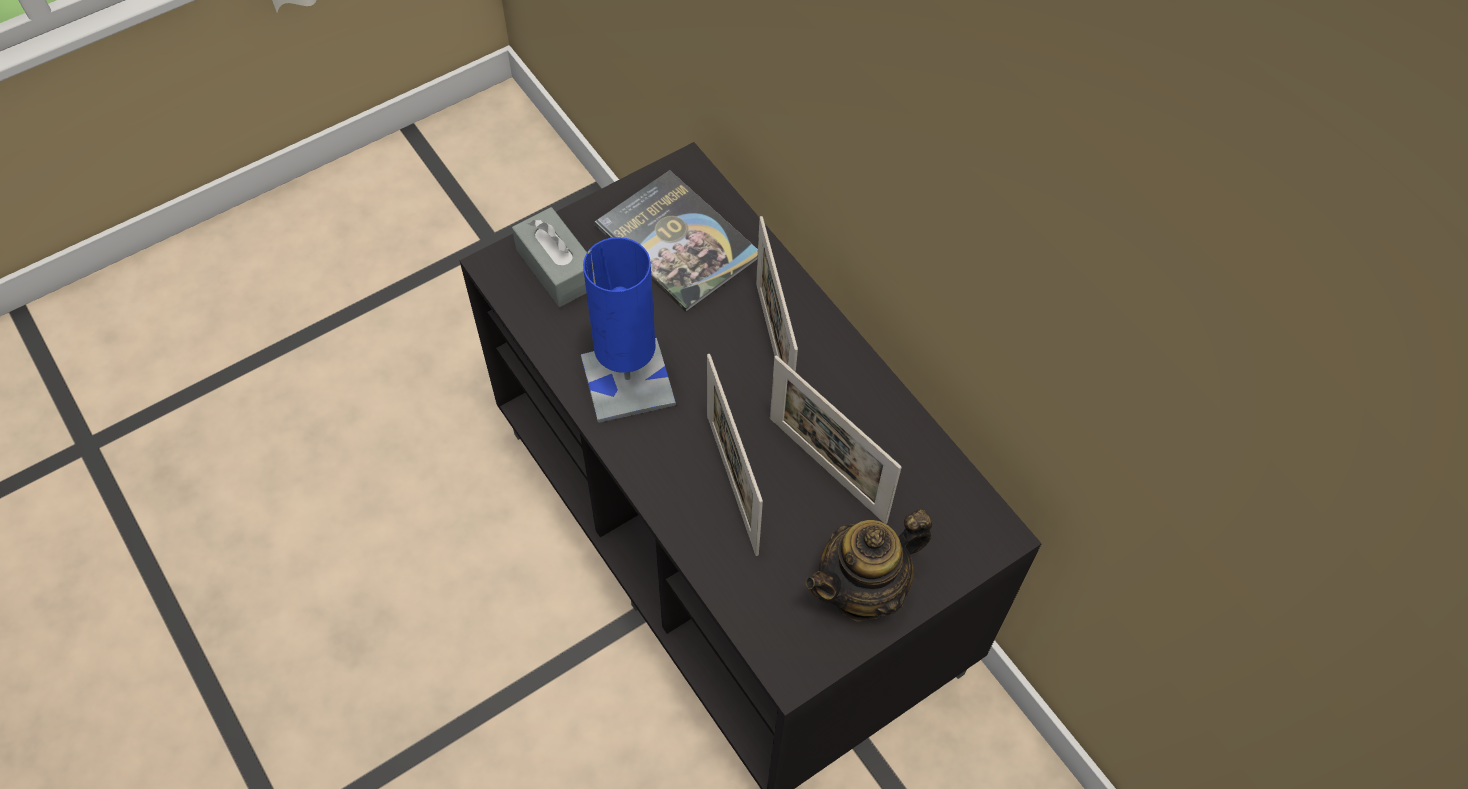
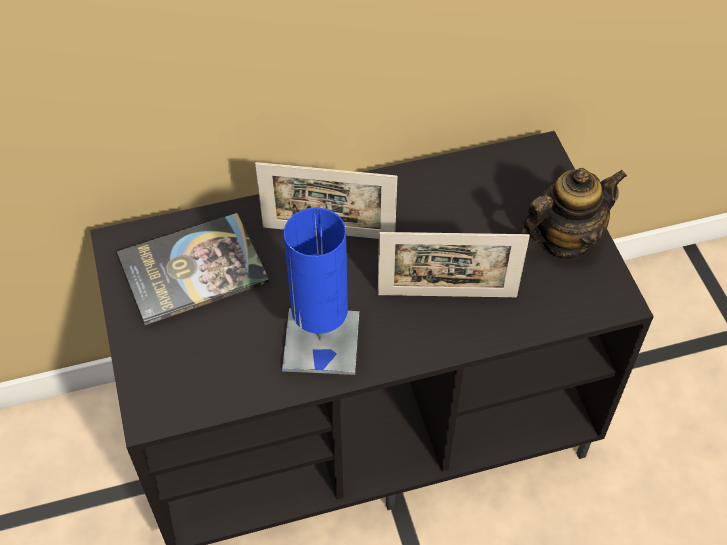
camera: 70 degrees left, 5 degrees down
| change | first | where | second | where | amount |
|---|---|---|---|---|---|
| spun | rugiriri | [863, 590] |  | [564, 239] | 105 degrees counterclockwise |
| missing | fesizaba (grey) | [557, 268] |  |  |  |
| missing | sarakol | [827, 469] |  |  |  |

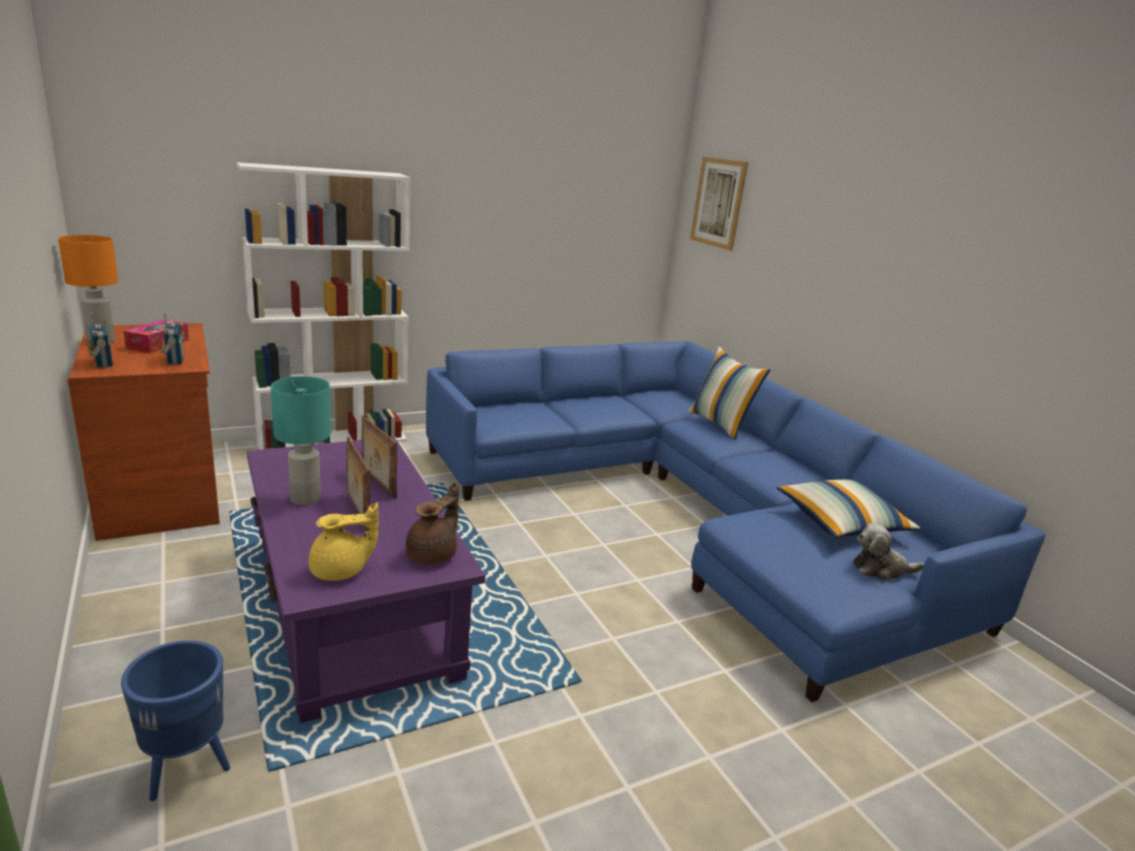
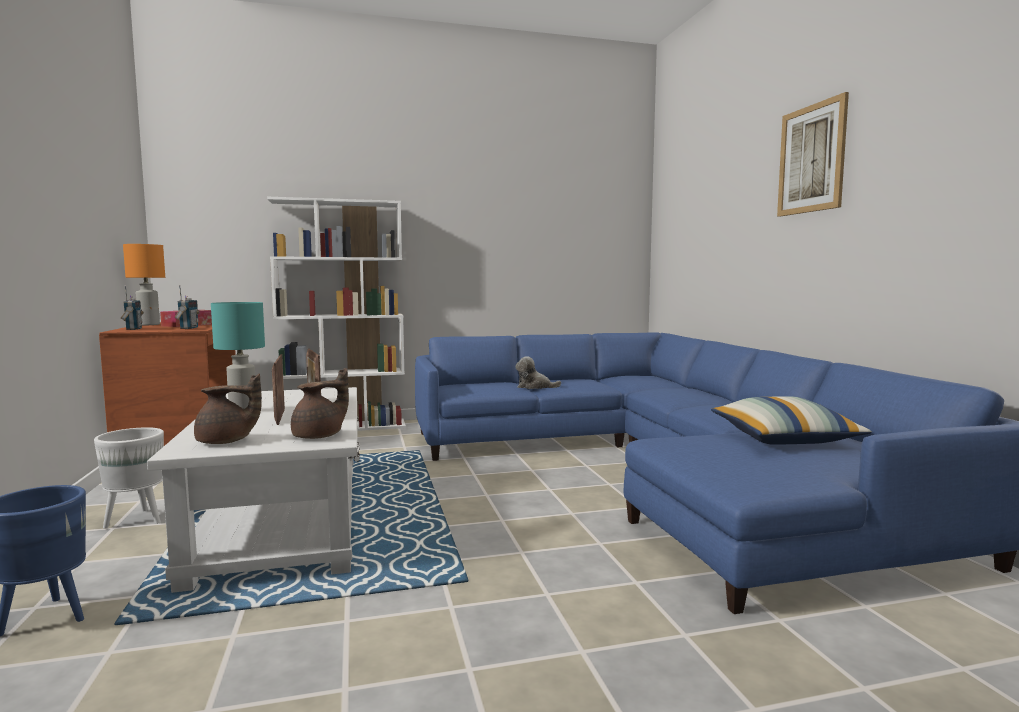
camera: 15 degrees right, 15 degrees down
| change | first | where | second | where | amount |
|---|---|---|---|---|---|
| appeared |  |  | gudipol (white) | [135, 520] |  |
| colour | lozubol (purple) | [352, 606] | lozubol (white) | [282, 520] |  |
| colour | rugiriri (yellow) | [341, 571] | rugiriri (brown) | [226, 442] |  |
| relocated | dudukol | [881, 569] |  | [534, 387] |  |
| relocated | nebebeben | [718, 203] |  | [811, 159] |  |
| missing | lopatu | [720, 424] |  |  |  |

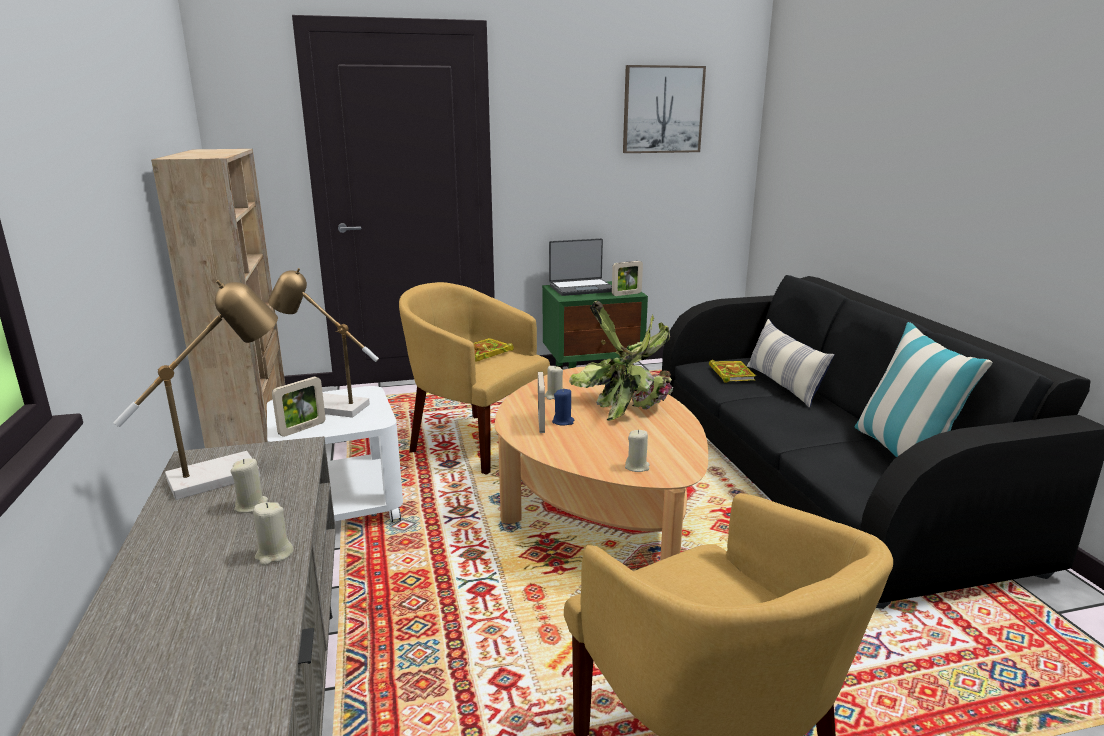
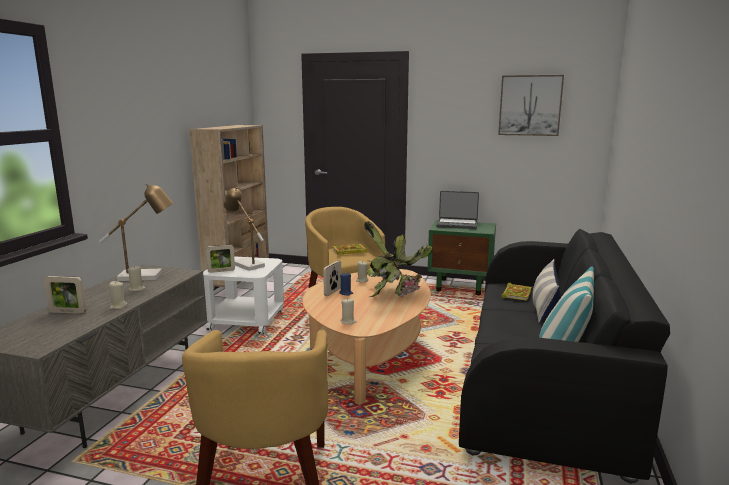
camera: 30 degrees right, 5 degrees down
| change | first | where | second | where | amount |
|---|---|---|---|---|---|
| relocated | sarakol | [626, 294] |  | [68, 312] |  |

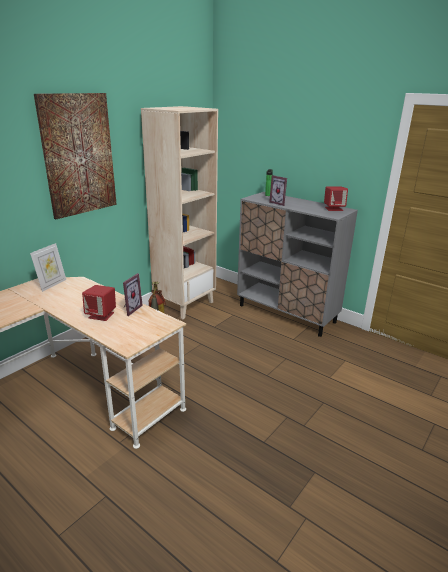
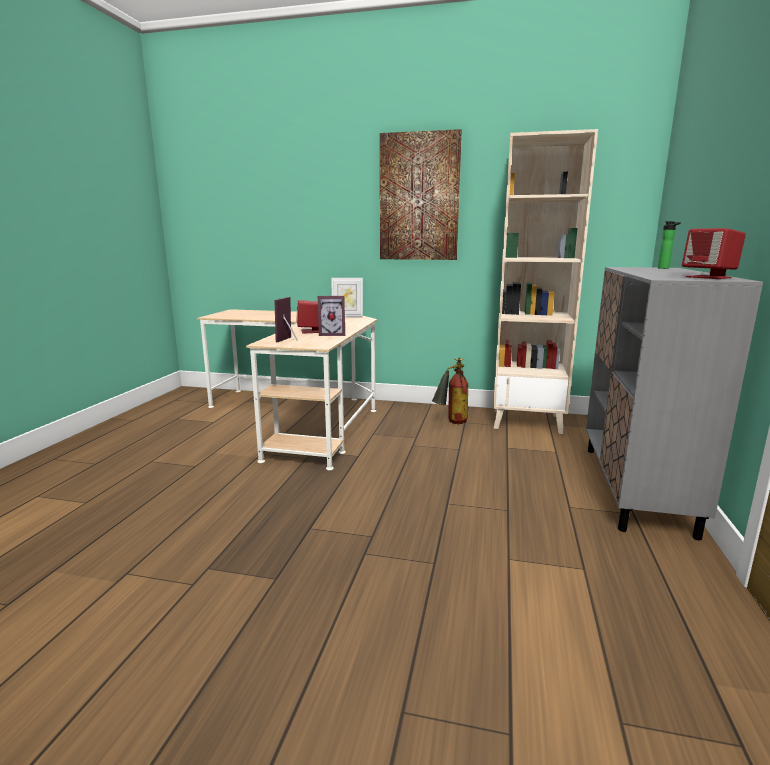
camera: 65 degrees right, 10 degrees down
| change | first | where | second | where | amount |
|---|---|---|---|---|---|
| relocated | sarakol | [279, 203] |  | [289, 340] |  |

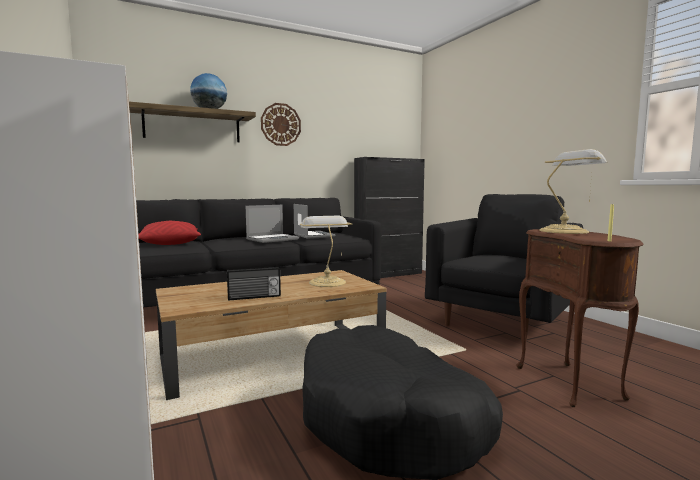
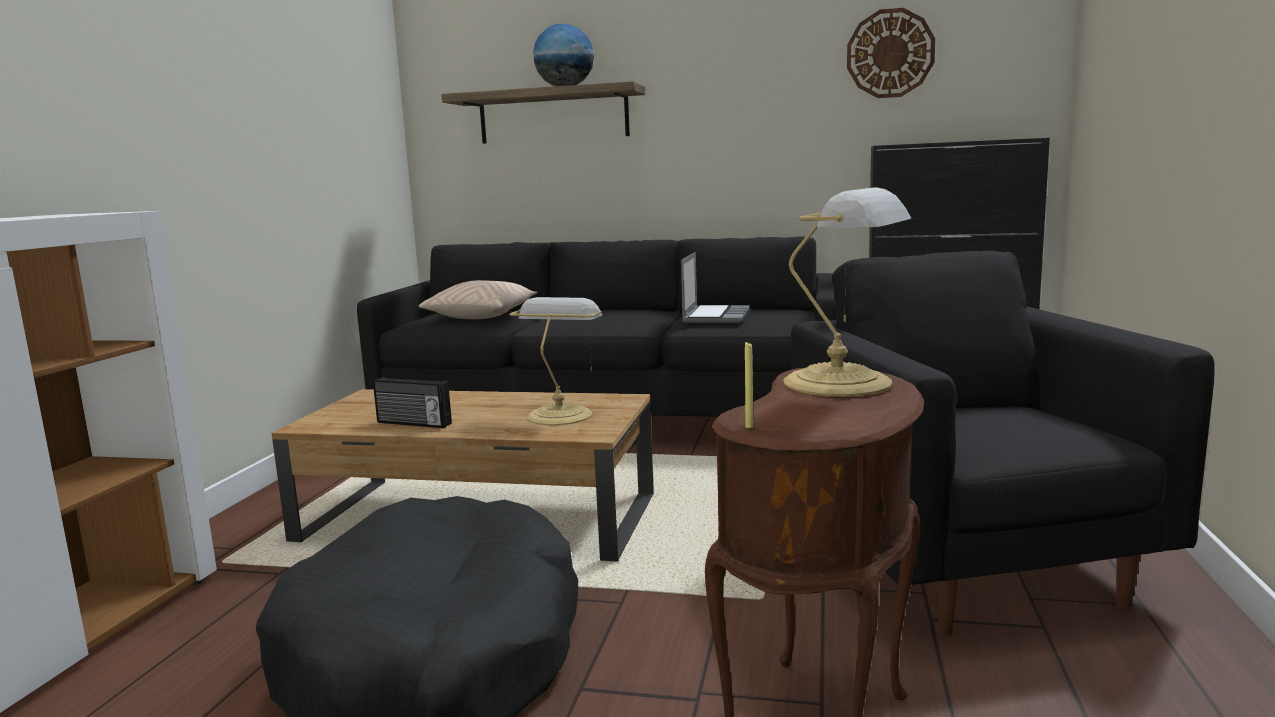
camera: 40 degrees right, 5 degrees up
| change | first | where | second | where | amount |
|---|---|---|---|---|---|
| colour | lopatu (red) | [169, 243] | lopatu (beige) | [481, 316] |  |
| spun | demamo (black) | [500, 321] |  | [970, 566] | 90 degrees counterclockwise |
| relocated | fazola | [280, 124] |  | [890, 53] |  |
| missing | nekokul | [273, 239] |  |  |  |

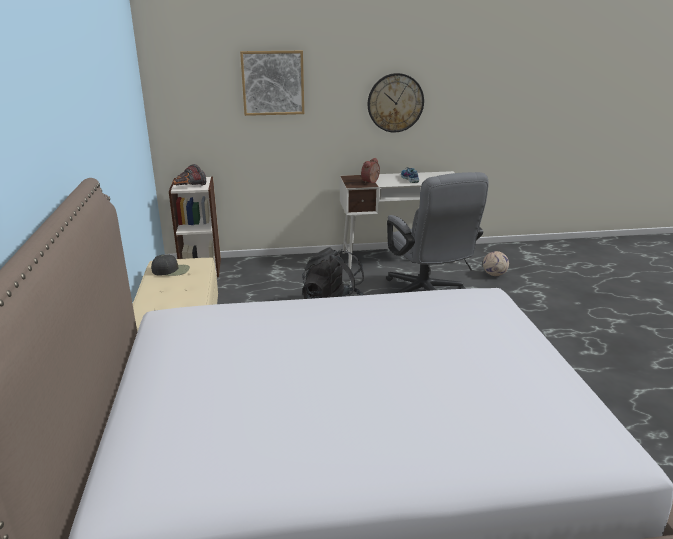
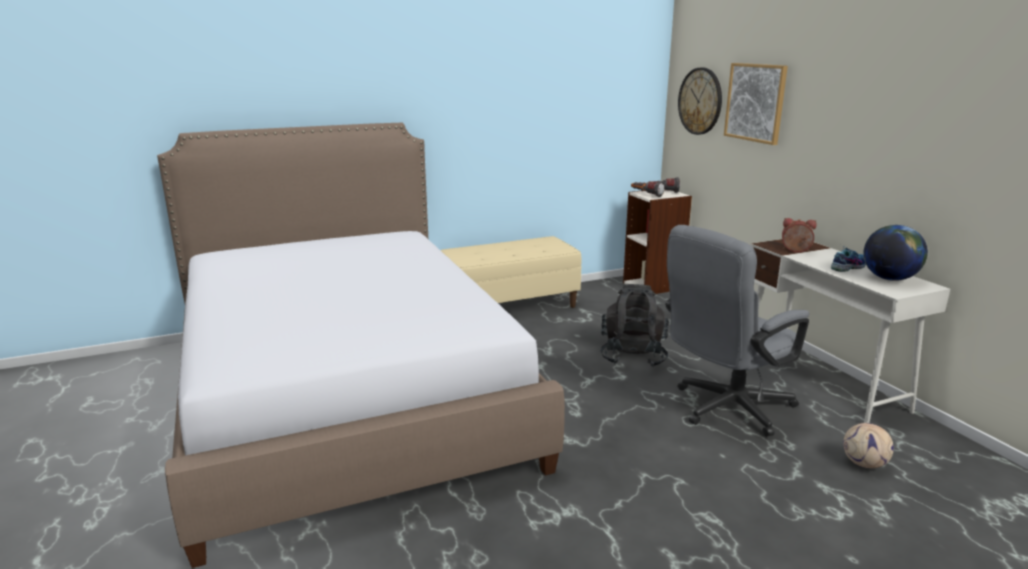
camera: 75 degrees right, 5 degrees down
| change | first | where | second | where | amount |
|---|---|---|---|---|---|
| relocated | fazola | [395, 103] |  | [700, 101] |  |
| appeared |  |  | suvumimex | [889, 278] |  |
| missing | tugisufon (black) | [171, 270] |  |  |  |

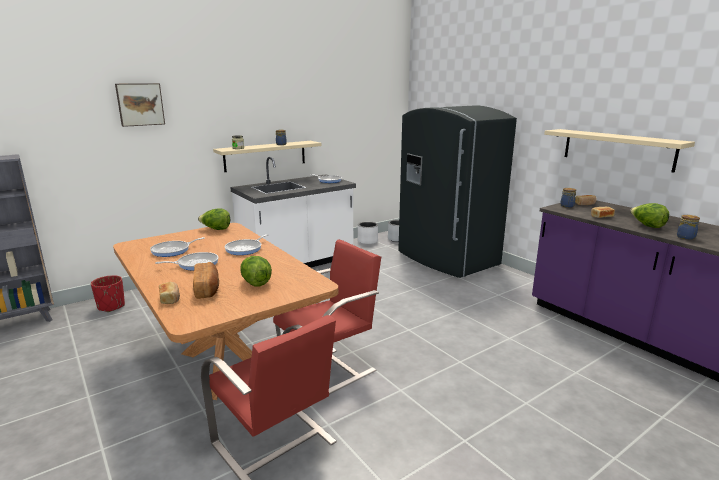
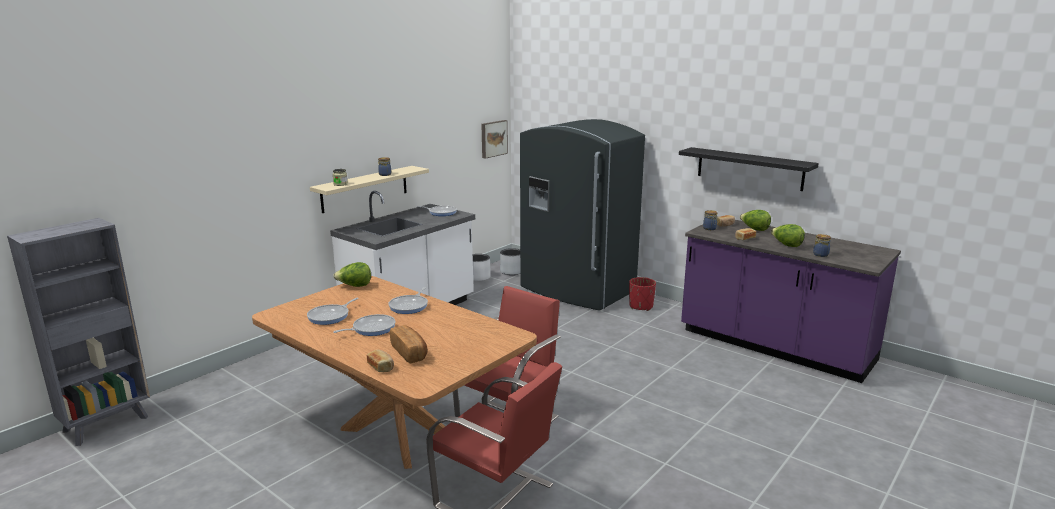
camera: 15 degrees left, 0 degrees up
| change | first | where | second | where | amount |
|---|---|---|---|---|---|
| relocated | nebebeben | [140, 104] |  | [493, 138] |  |
| relocated | gudipol (red) | [111, 306] |  | [641, 306] |  |
| colour | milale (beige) | [617, 149] | milale (black) | [749, 168] |  |
| relocated | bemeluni | [255, 282] |  | [754, 229] |  |

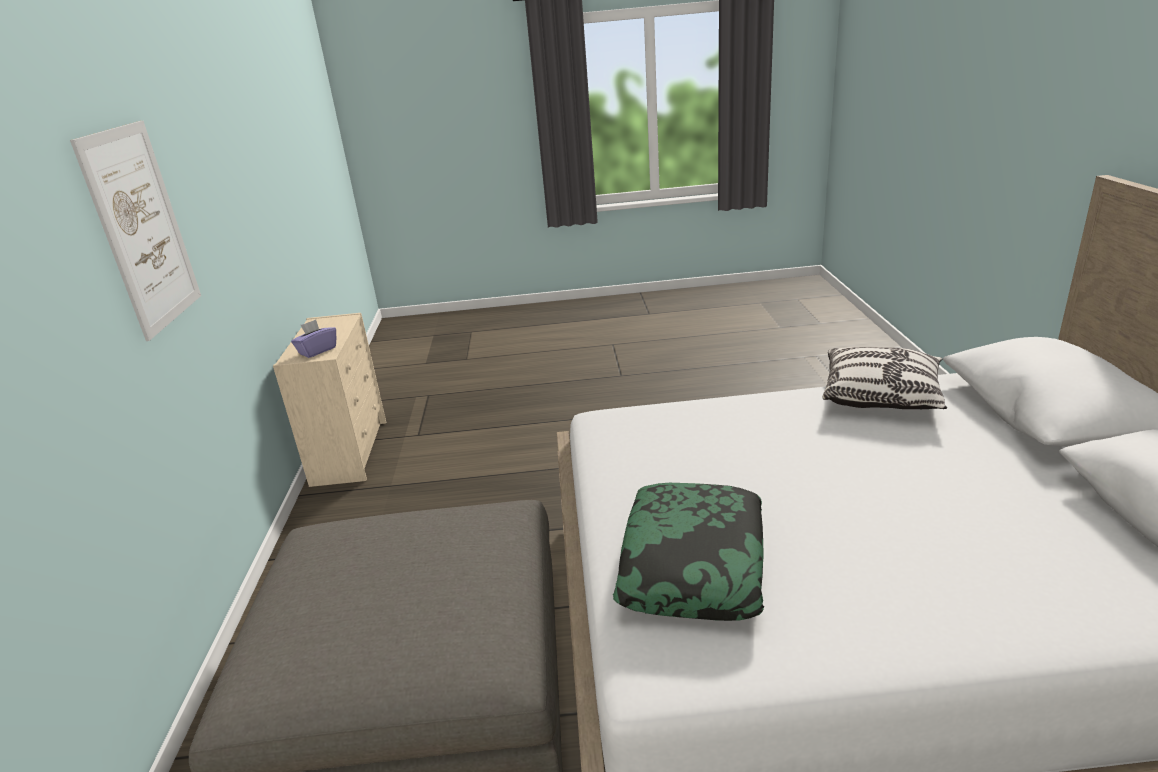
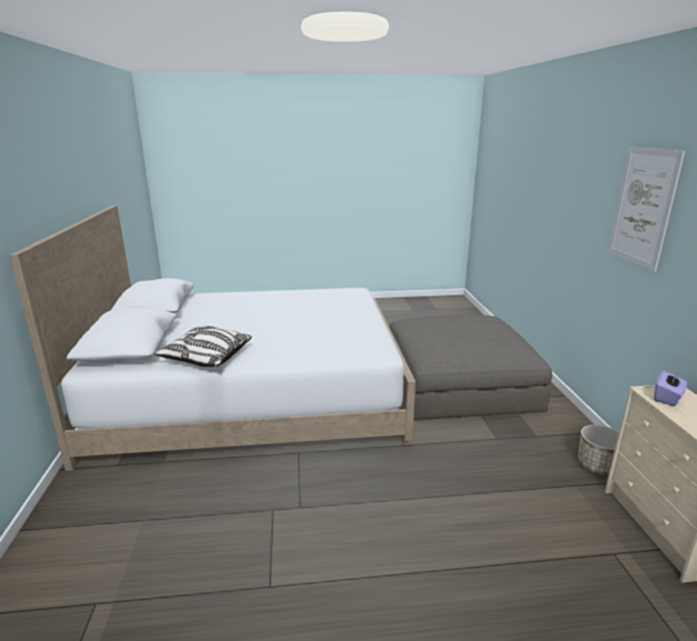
camera: 175 degrees right, 5 degrees down
| change | first | where | second | where | amount |
|---|---|---|---|---|---|
| appeared |  |  | gudipol | [597, 465] |  |
| missing | lopatu | [693, 564] |  |  |  |

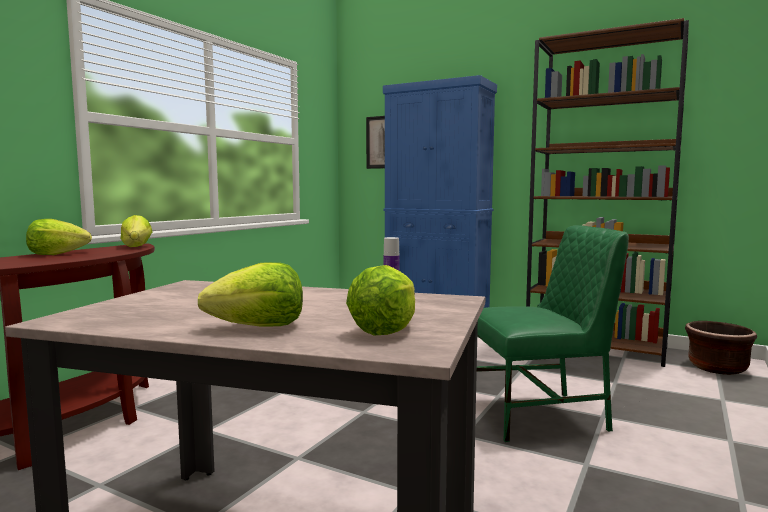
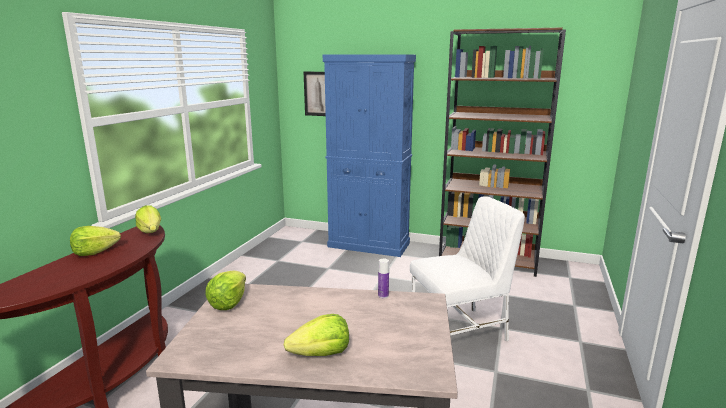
camera: 10 degrees left, 10 degrees up
| change | first | where | second | where | amount |
|---|---|---|---|---|---|
| relocated | bemeluni | [386, 329] |  | [228, 303] |  |
| colour | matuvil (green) | [540, 415] | matuvil (white) | [460, 330] |  |
| missing | gudipol (brown) | [717, 368] |  |  |  |

